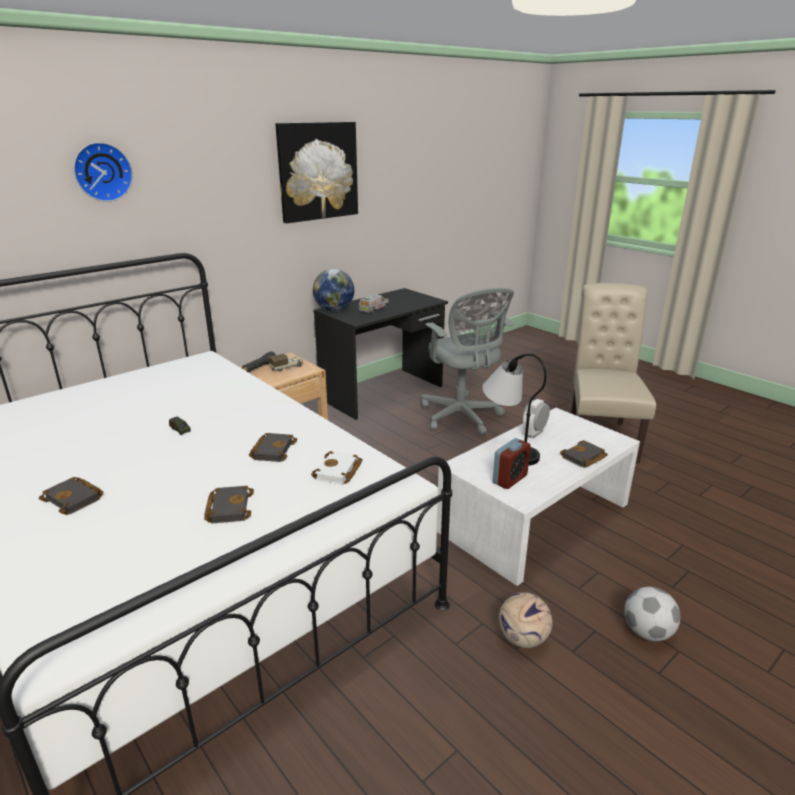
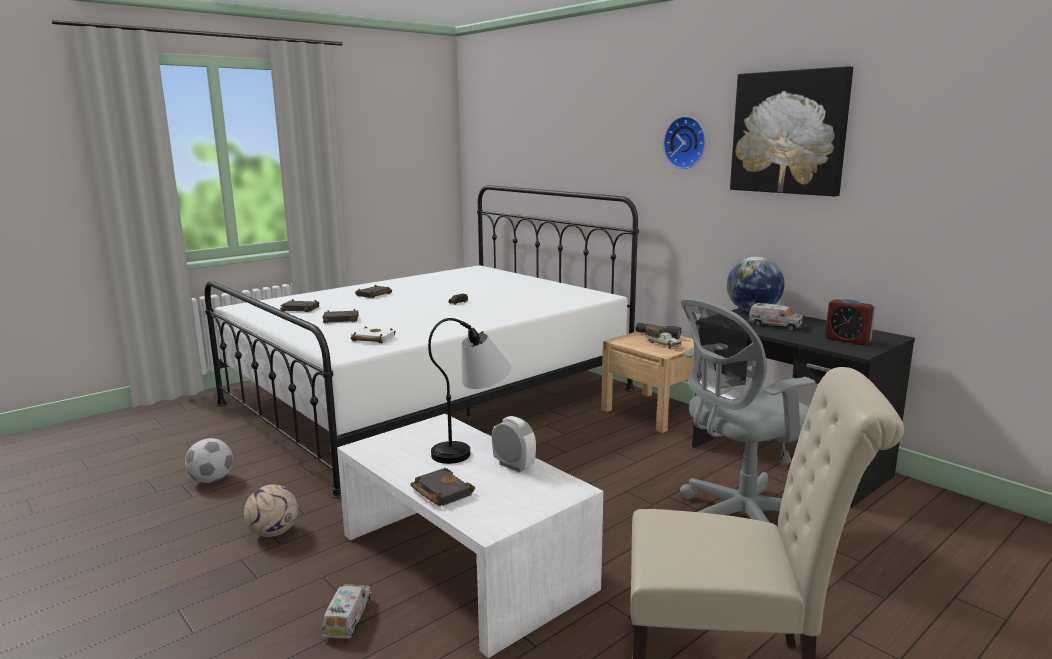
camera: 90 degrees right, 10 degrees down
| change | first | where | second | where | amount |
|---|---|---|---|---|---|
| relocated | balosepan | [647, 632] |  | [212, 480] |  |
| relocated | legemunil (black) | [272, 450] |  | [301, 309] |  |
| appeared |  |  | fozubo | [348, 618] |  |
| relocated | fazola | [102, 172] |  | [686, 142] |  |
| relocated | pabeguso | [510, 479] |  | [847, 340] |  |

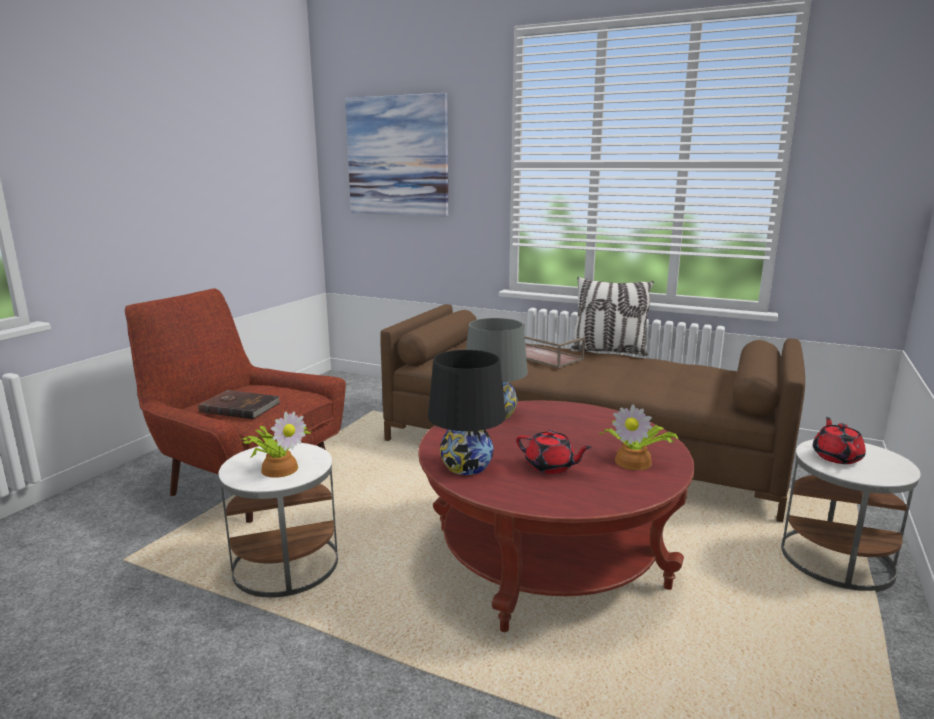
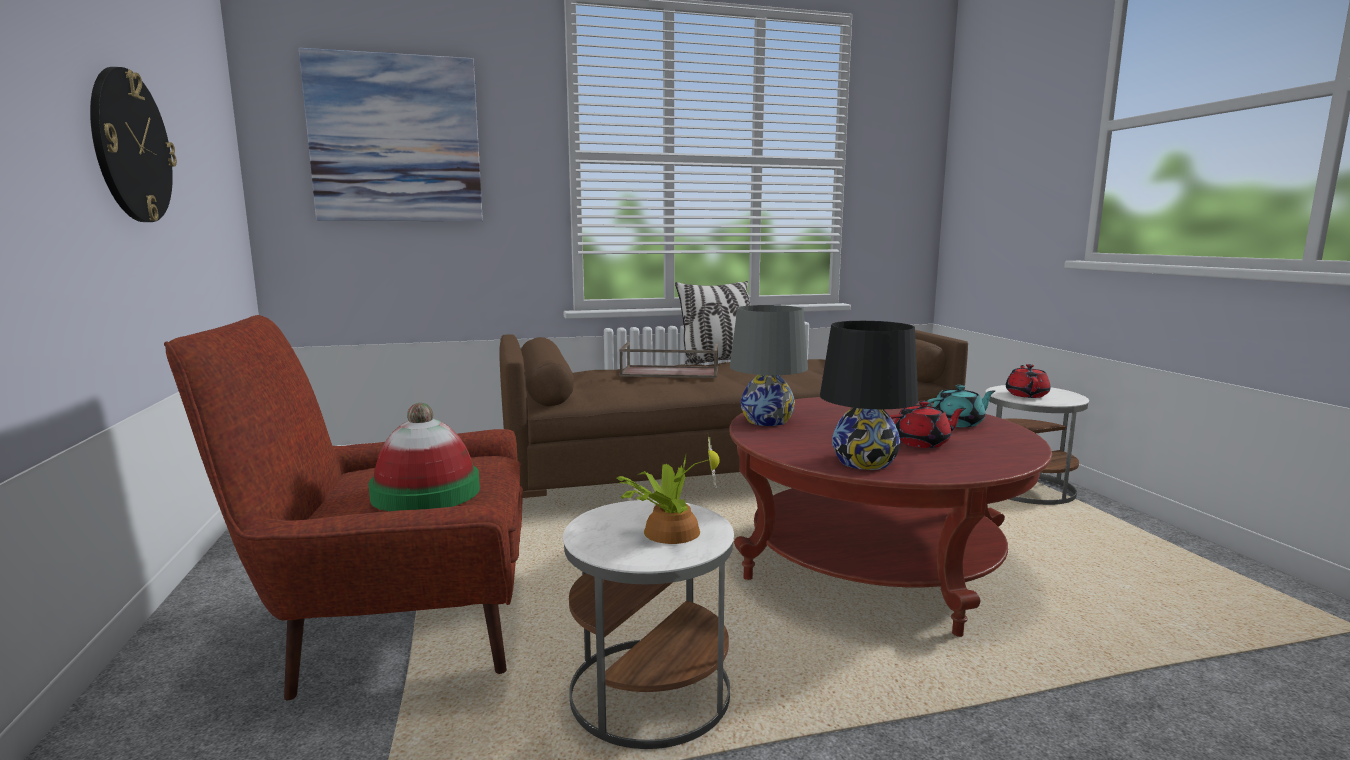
camera: 40 degrees left, 5 degrees down
| change | first | where | second | where | amount |
|---|---|---|---|---|---|
| appeared |  |  | fazola | [131, 146] |  |
| exchanged | legemunil (brown) | [240, 407] | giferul | [426, 492] |  |
| exchanged | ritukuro | [635, 461] | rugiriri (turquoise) | [958, 423] |  |
| spun | rugiriri (red) | [836, 457] |  | [1026, 395] | 45 degrees clockwise |

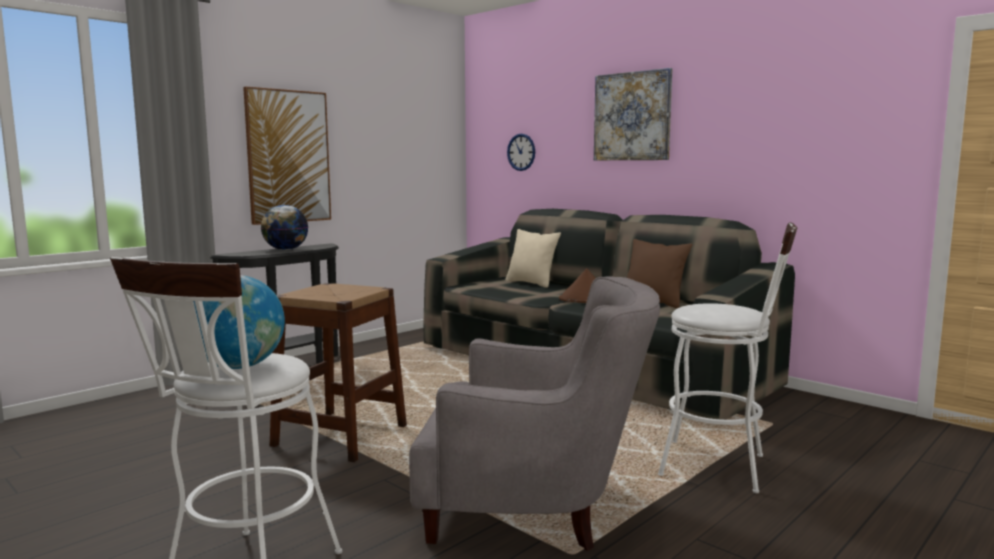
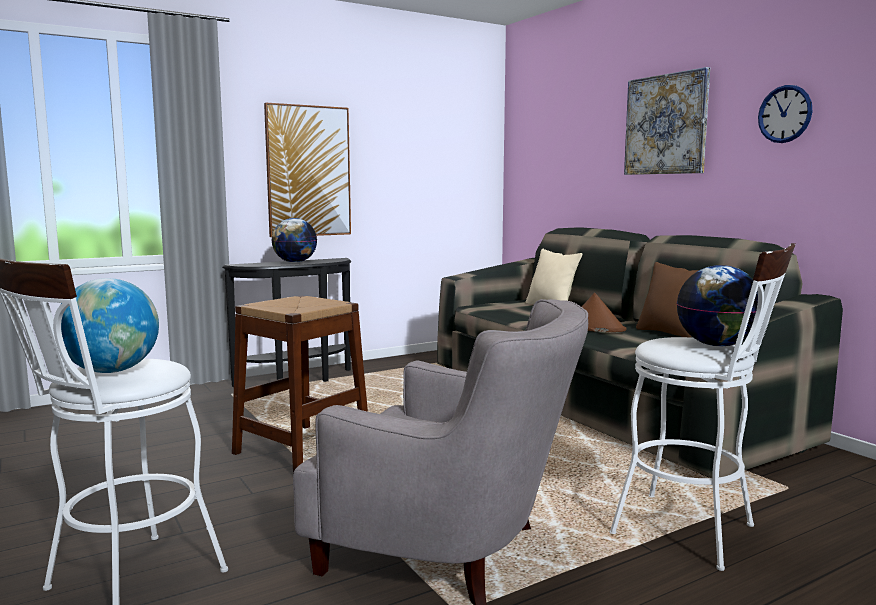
camera: 15 degrees right, 0 degrees up
| change | first | where | second | where | amount |
|---|---|---|---|---|---|
| appeared |  |  | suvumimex | [717, 345] |  |
| relocated | fazola | [521, 152] |  | [785, 114] |  |

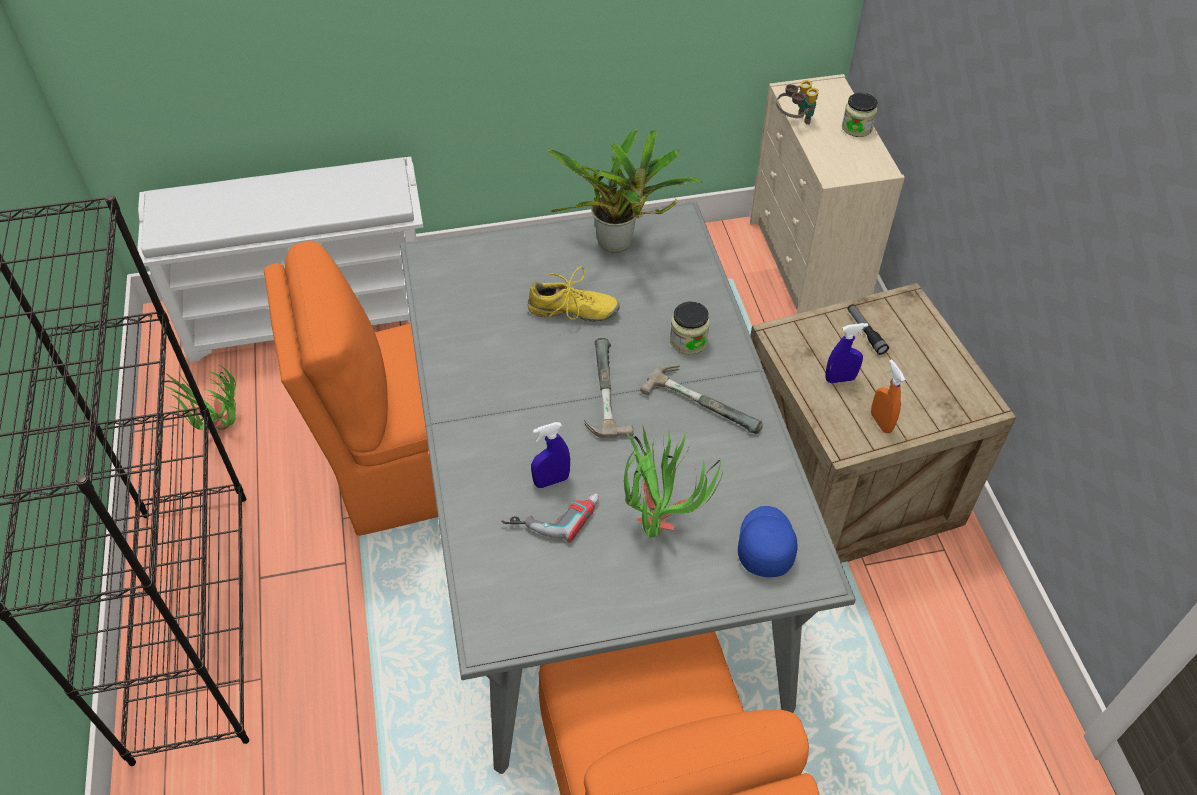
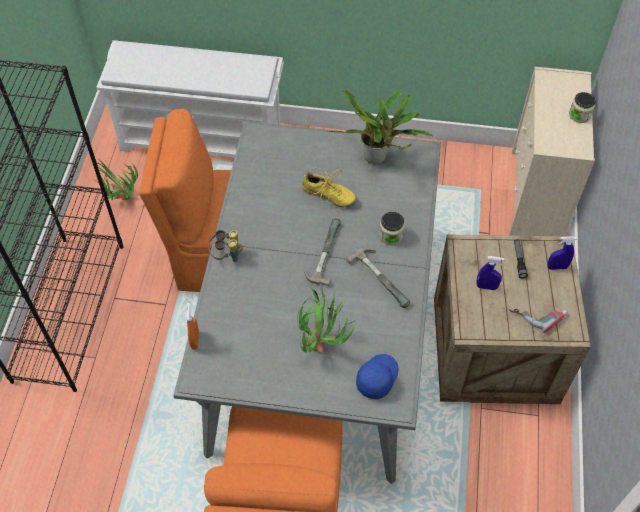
camera: 20 degrees right, 5 degrees up
| change | first | where | second | where | amount |
|---|---|---|---|---|---|
| relocated | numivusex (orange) | [881, 422] |  | [195, 340] |  |
| relocated | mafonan | [794, 121] |  | [227, 255] |  |
| relocated | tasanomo | [552, 513] |  | [538, 313] |  |
| relocated | numivusex (blue) | [551, 481] |  | [557, 267] |  |

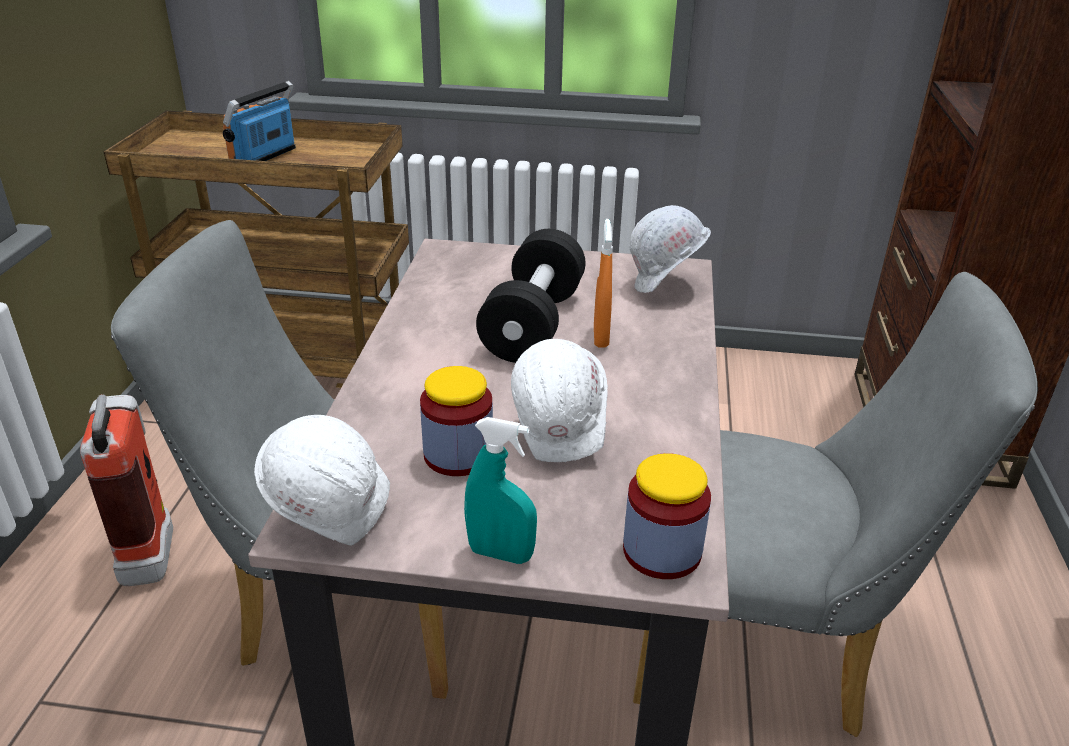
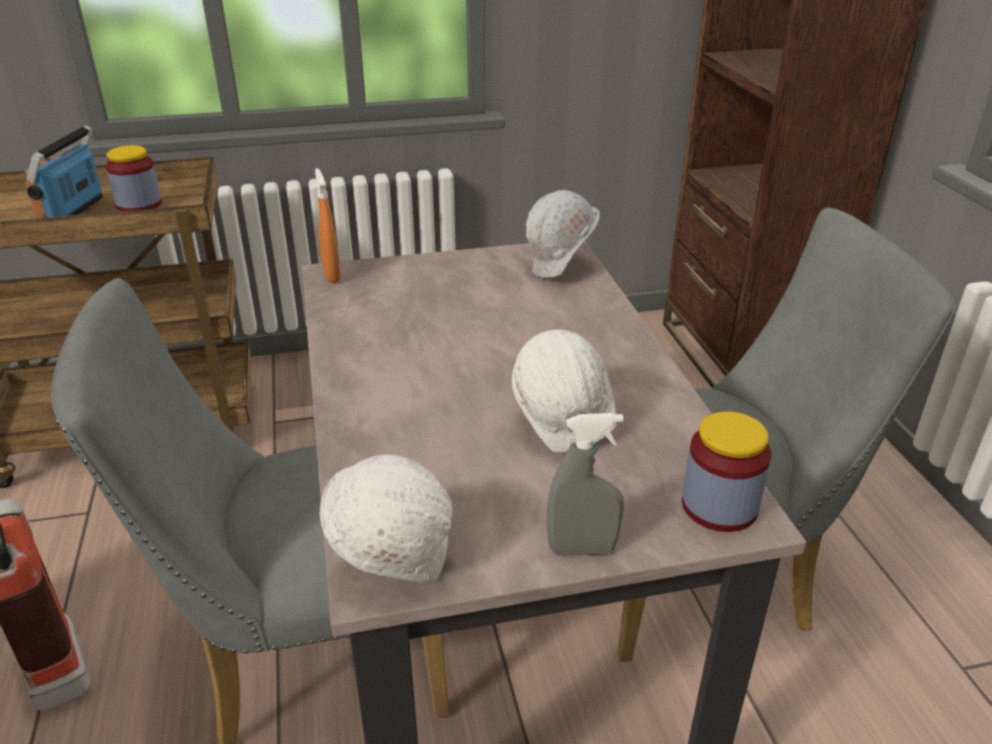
camera: 20 degrees left, 0 degrees up
| change | first | where | second | where | amount |
|---|---|---|---|---|---|
| relocated | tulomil | [458, 455] |  | [139, 205] |  |
| relocated | numivusex (orange) | [601, 337] |  | [331, 275] |  |
| colour | numivusex (turquoise) | [500, 554] | numivusex (grey) | [582, 549] |  |
| missing | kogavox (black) | [533, 324] |  |  |  |

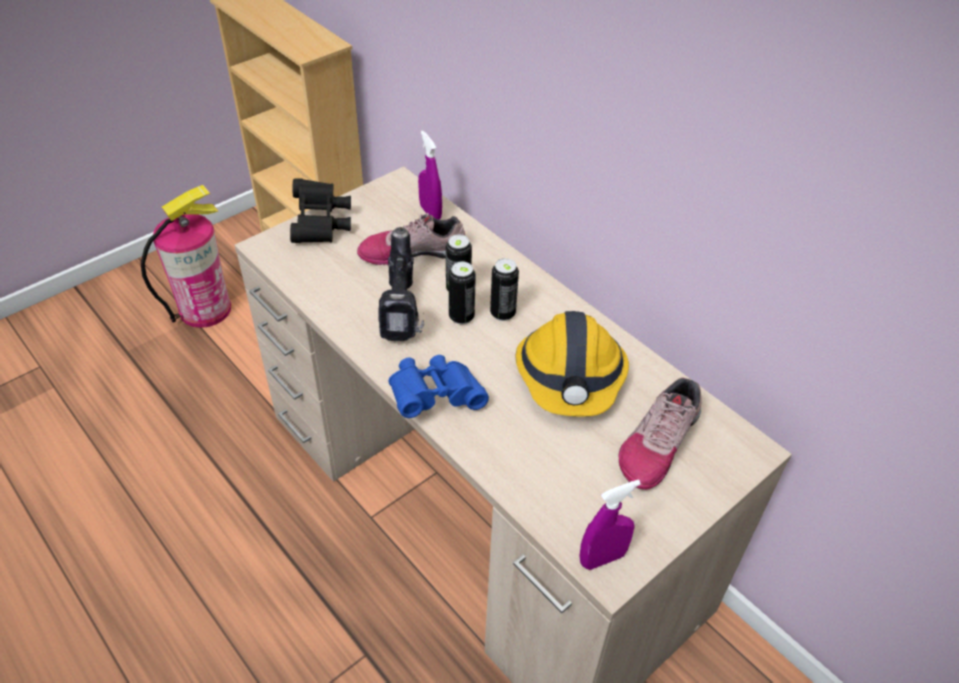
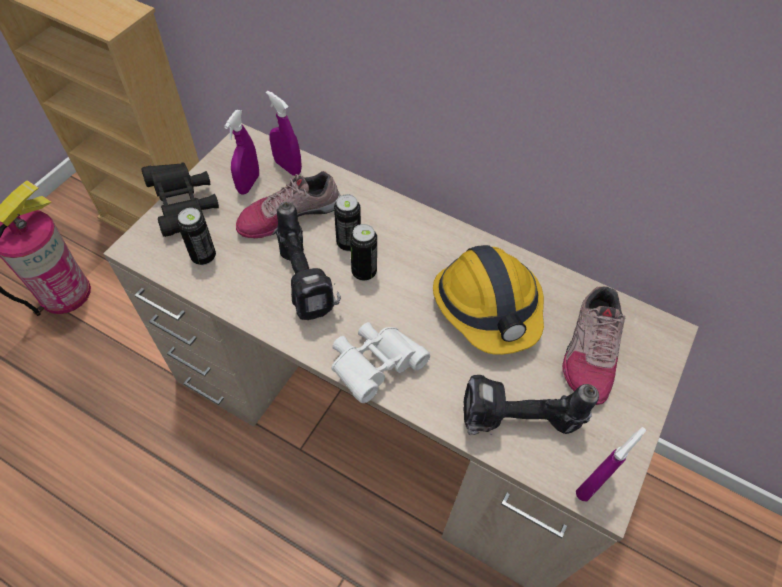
camera: 20 degrees left, 10 degrees up
| change | first | where | second | where | amount |
|---|---|---|---|---|---|
| relocated | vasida | [502, 313] |  | [203, 256] |  |
| appeared |  |  | numivusex (purple) | [248, 184] |  |
| colour | mafonan (blue) | [435, 397] | mafonan (white) | [375, 366] |  |
| appeared |  |  | tasanomo | [515, 425] |  |

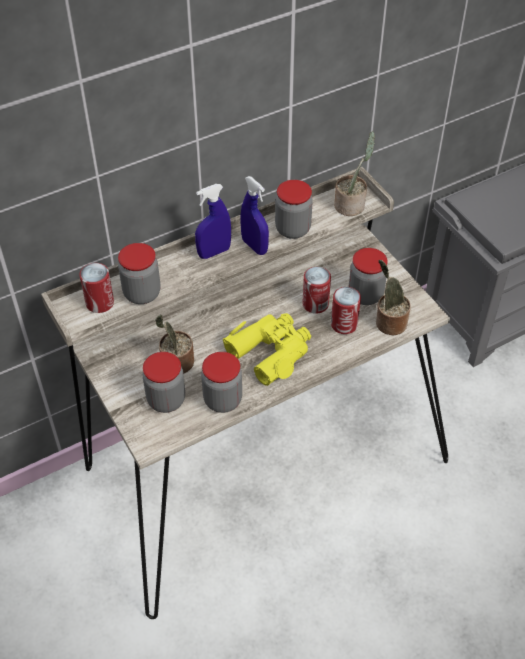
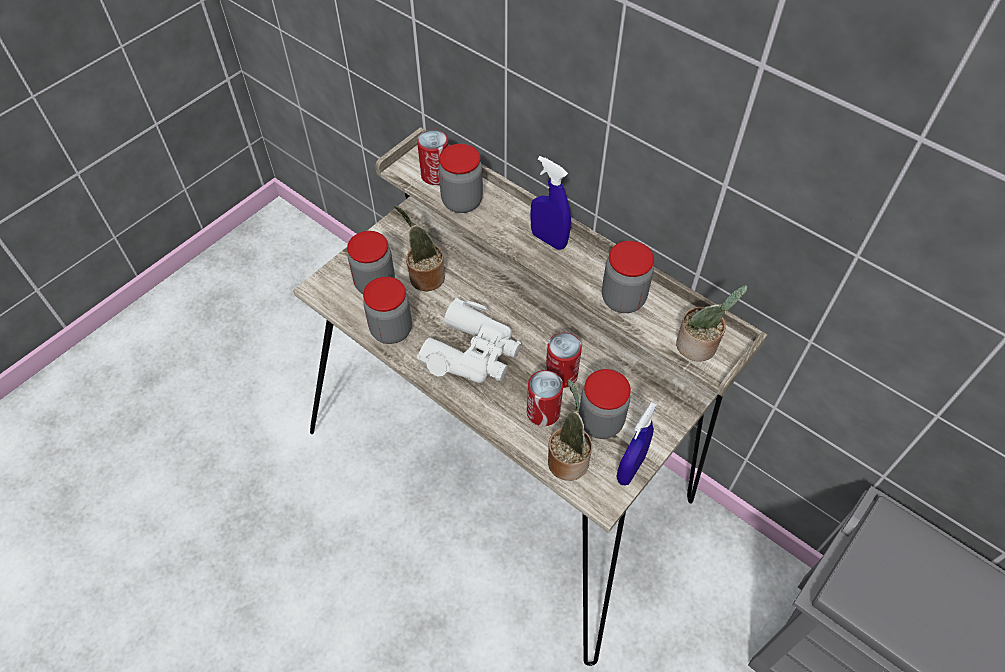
camera: 70 degrees right, 5 degrees up
| change | first | where | second | where | amount |
|---|---|---|---|---|---|
| colour | mafonan (yellow) | [271, 351] | mafonan (white) | [473, 352] |  |
| relocated | numivusex (blue) | [254, 246] |  | [630, 469] |  |

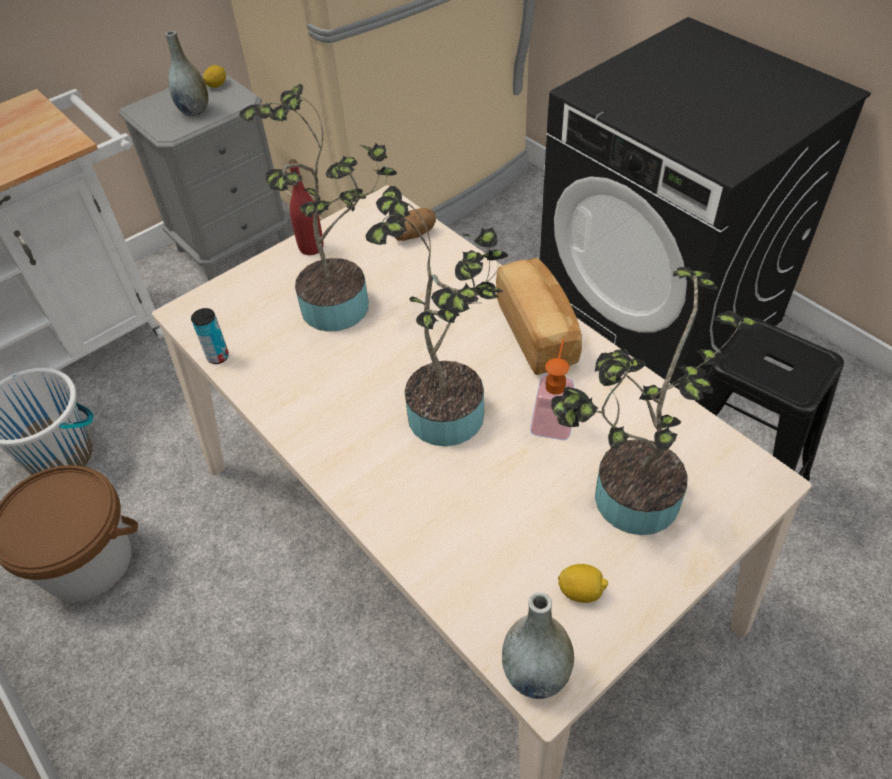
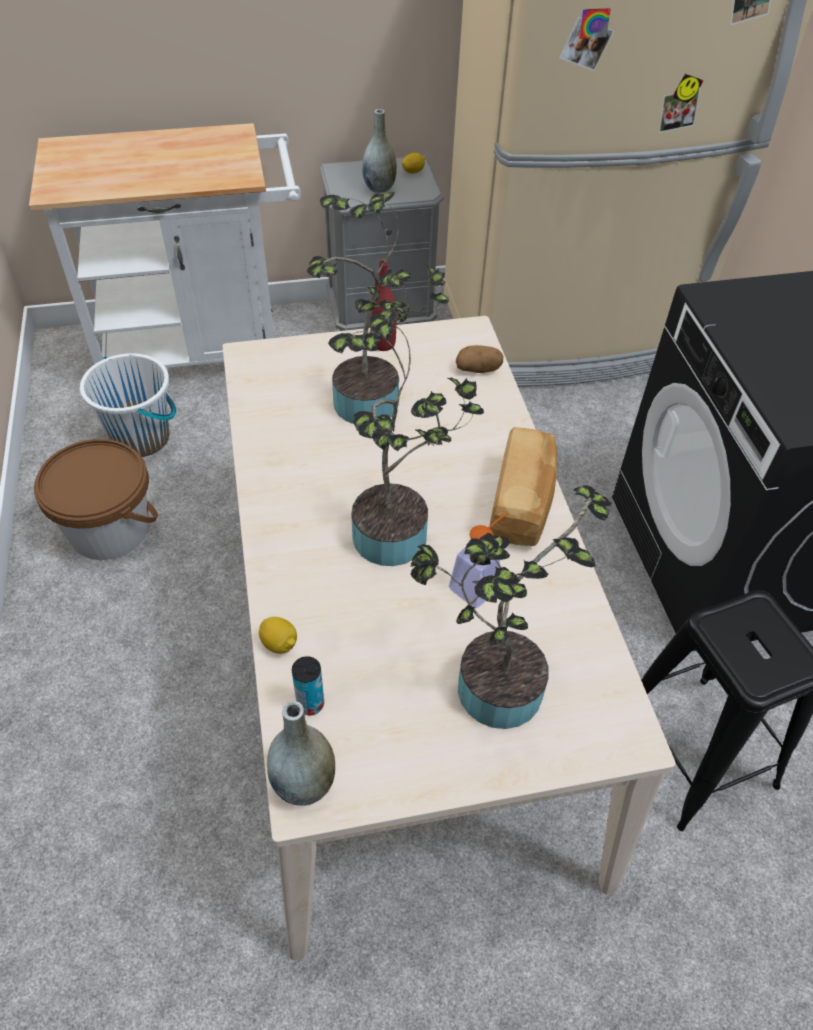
camera: 25 degrees right, 0 degrees up
| change | first | where | second | where | amount |
|---|---|---|---|---|---|
| relocated | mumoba | [581, 591] |  | [279, 644] |  |
| relocated | vasida | [218, 356] |  | [310, 704] |  |

